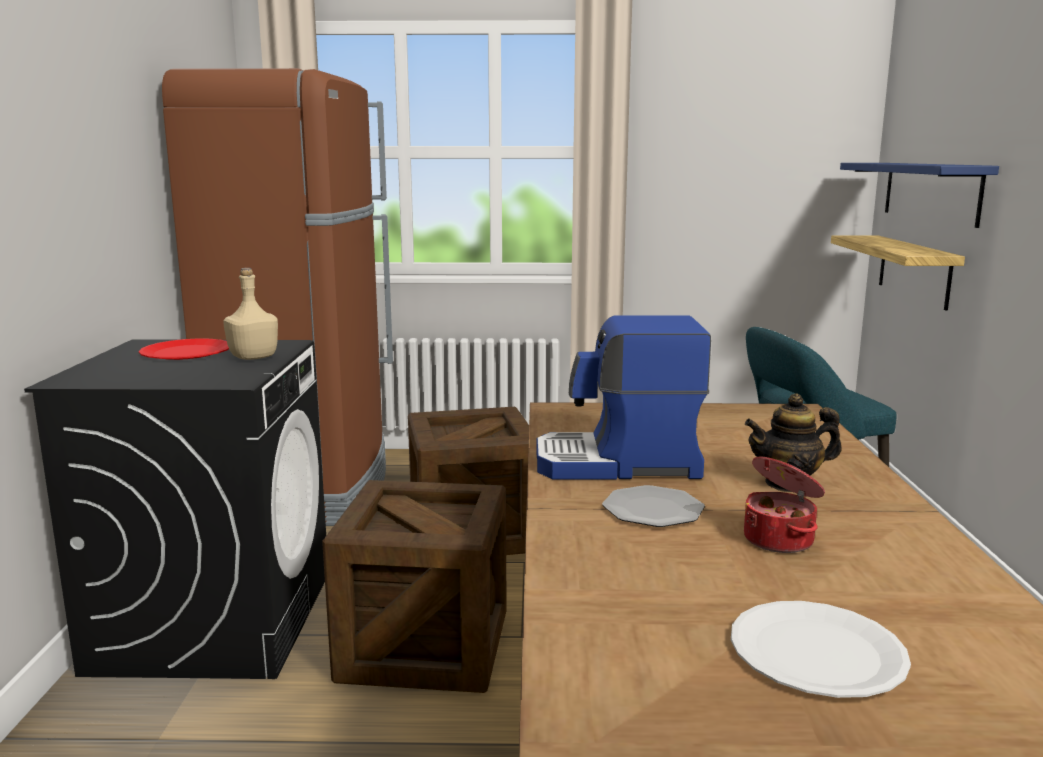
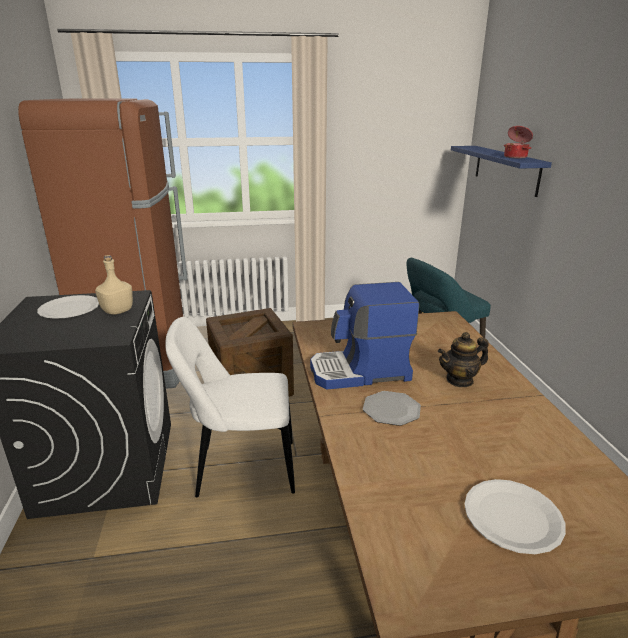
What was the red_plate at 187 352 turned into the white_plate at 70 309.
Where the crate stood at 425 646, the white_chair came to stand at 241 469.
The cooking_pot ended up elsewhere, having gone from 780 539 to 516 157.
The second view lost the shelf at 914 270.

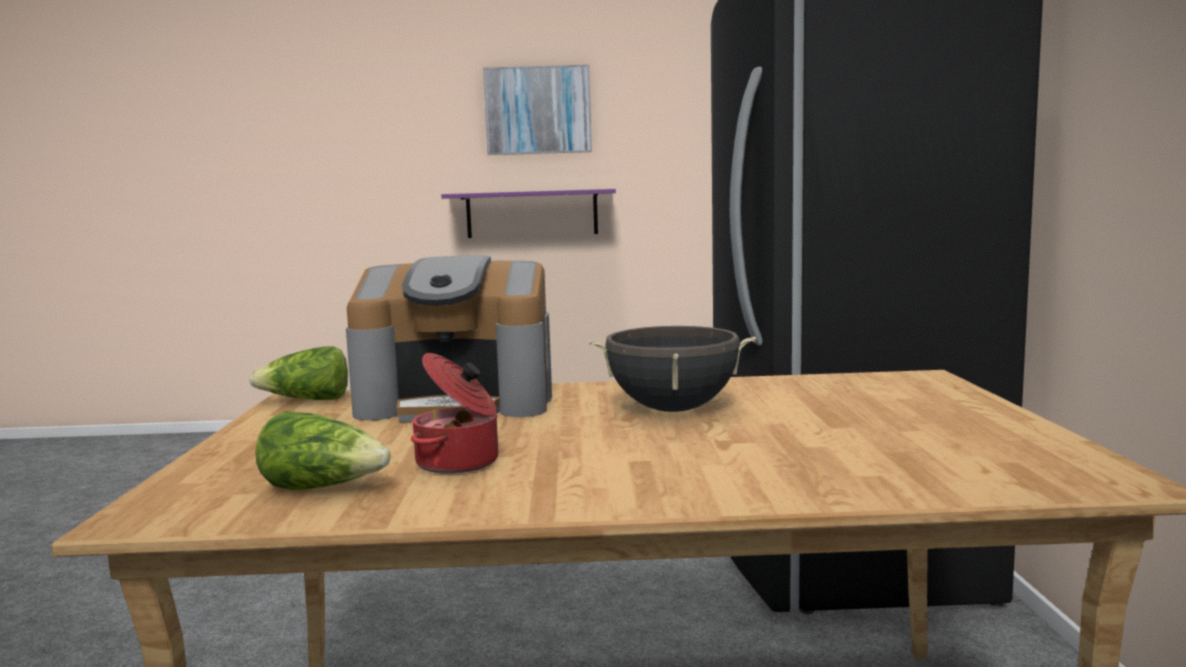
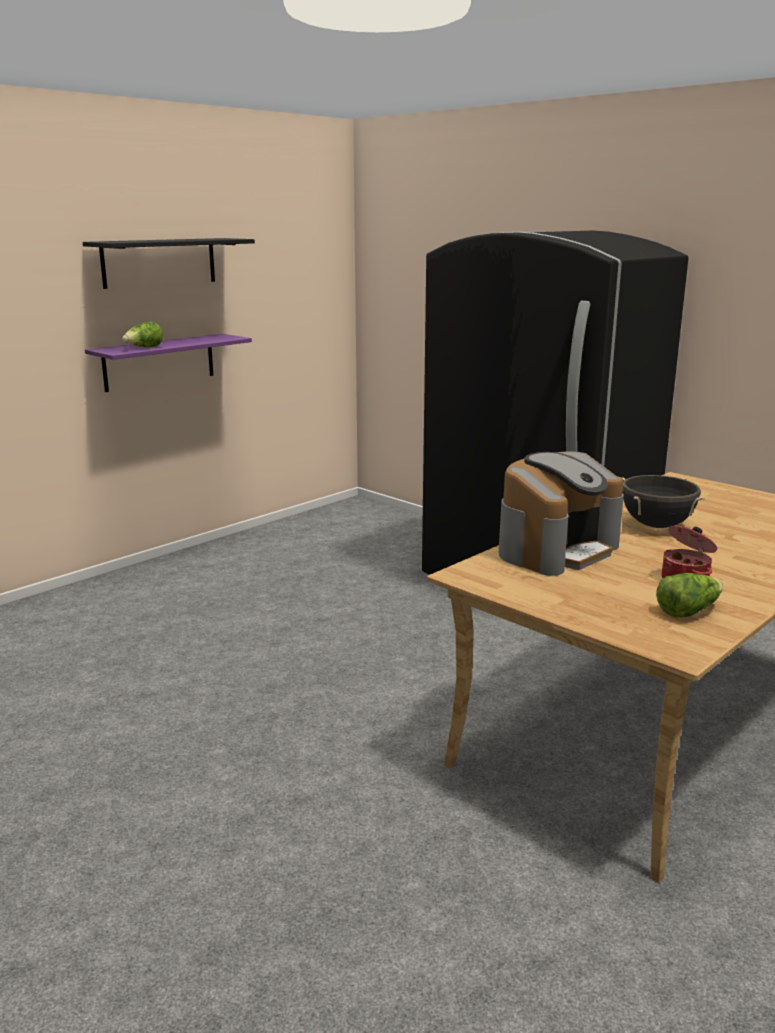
Where the picture hung at 538 110, the black_shelf came to hang at 159 262.
The lettuce ended up elsewhere, having gone from 307 401 to 144 348.

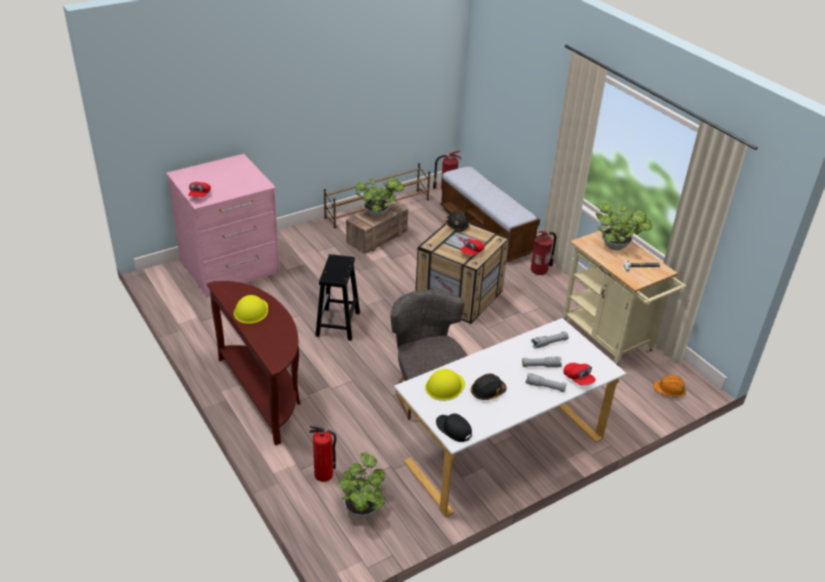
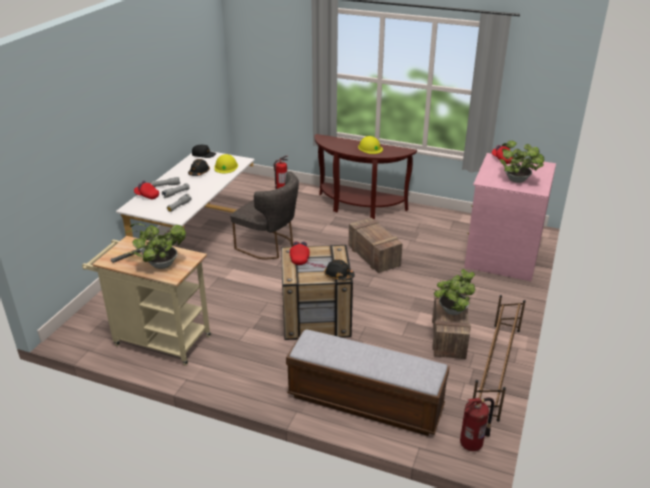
Where the black_stool stood at 338 324, the crate came to stand at 373 255.
The potted_plant ended up elsewhere, having gone from 362 507 to 518 181.
The second view lost the fire_extinguisher at 540 271.
The second view lost the orange_hard_hat at 669 390.

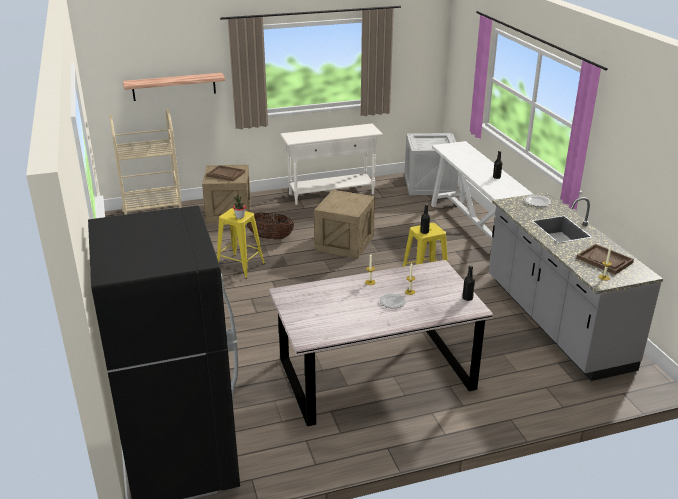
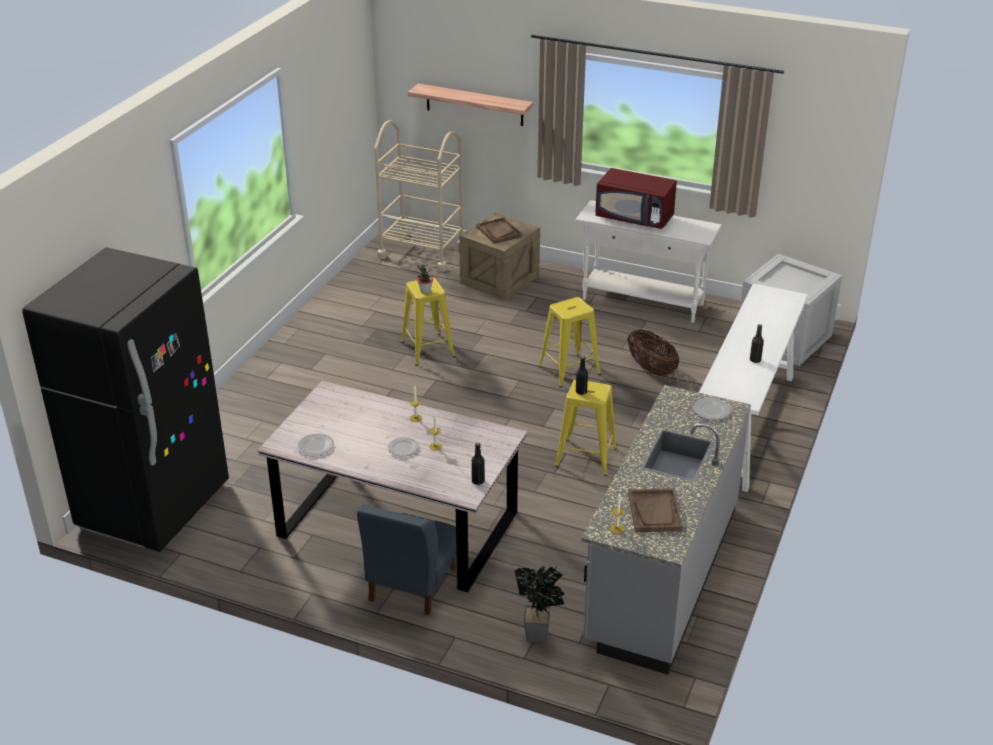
The second view gained the plate at 315 446.
The second view gained the blue_chair at 412 584.
The second view gained the potted_plant at 540 637.
Where the crate stood at 345 243, the yellow_stool came to stand at 569 370.
The second view gained the red_microwave at 635 218.
The basket ended up elsewhere, having gone from 270 238 to 651 368.

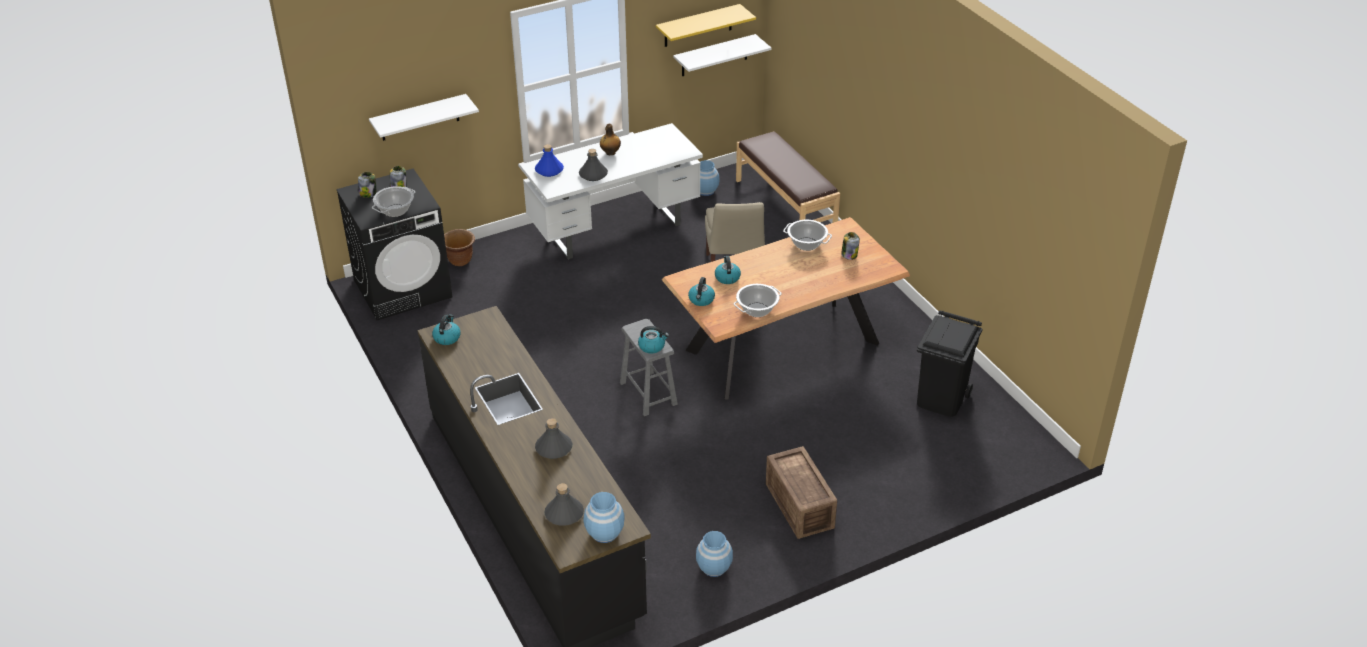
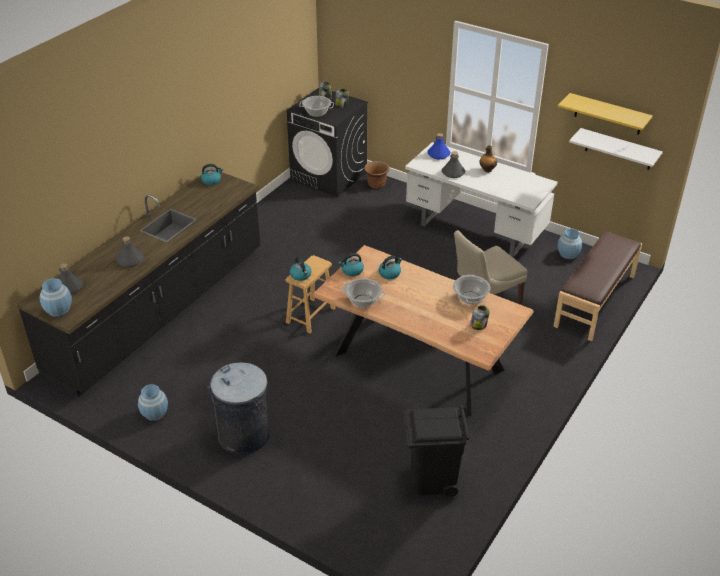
Where the crate stood at 798 507, the grey_trash_can came to stand at 243 436.
What was the grey_stool at 648 393 turned into the brown_stool at 310 315.
The second view lost the white_shelf at 419 118.

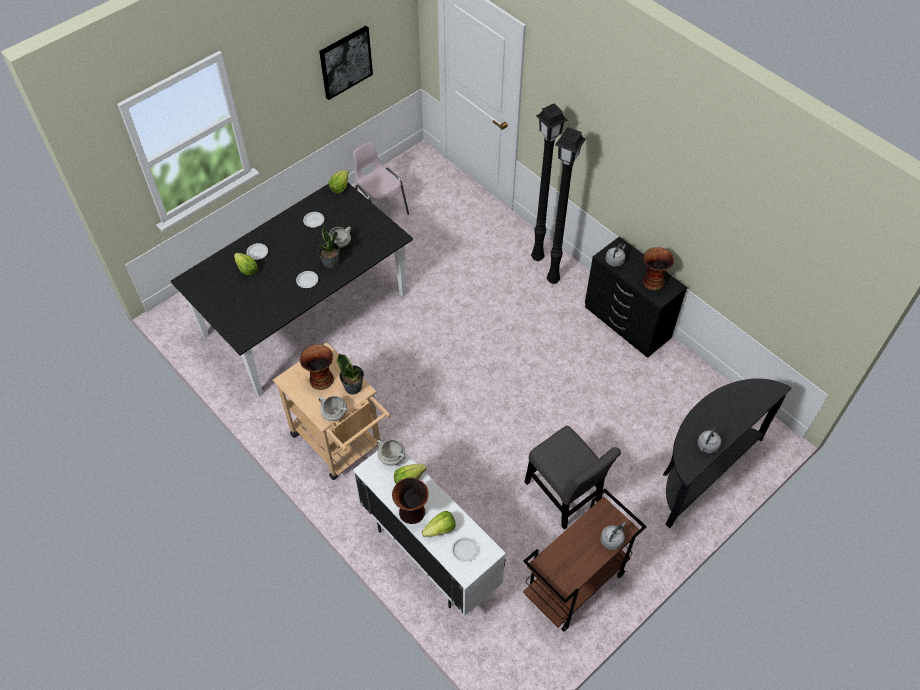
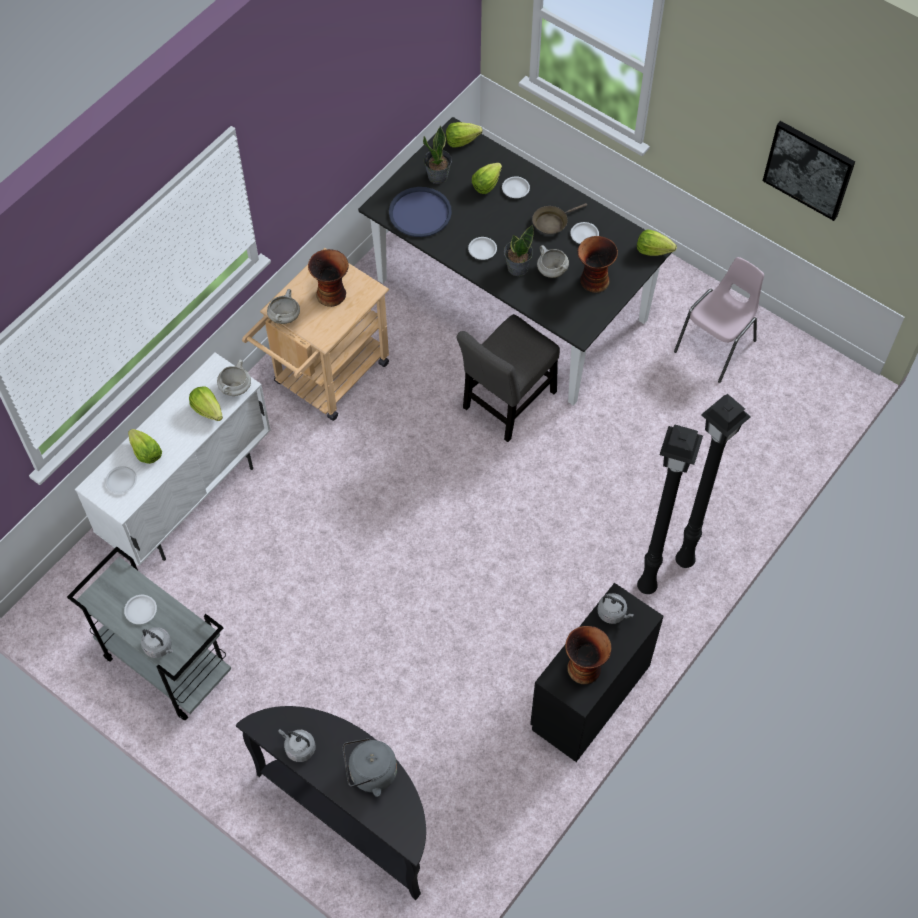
What was the brown_cart at 574 585 turned into the grey_cart at 165 664.
The second view gained the white_plate at 140 610.
The second view gained the grey_kettle at 370 774.
The second view gained the blue_tray at 420 213.
The potted_plant ended up elsewhere, having gone from 353 386 to 438 176.
The second view gained the lettuce at 461 141.
The grey_chair ended up elsewhere, having gone from 564 495 to 507 404.
The second view gained the brown_frying_pan at 552 222.
The vase ended up elsewhere, having gone from 412 513 to 593 281.

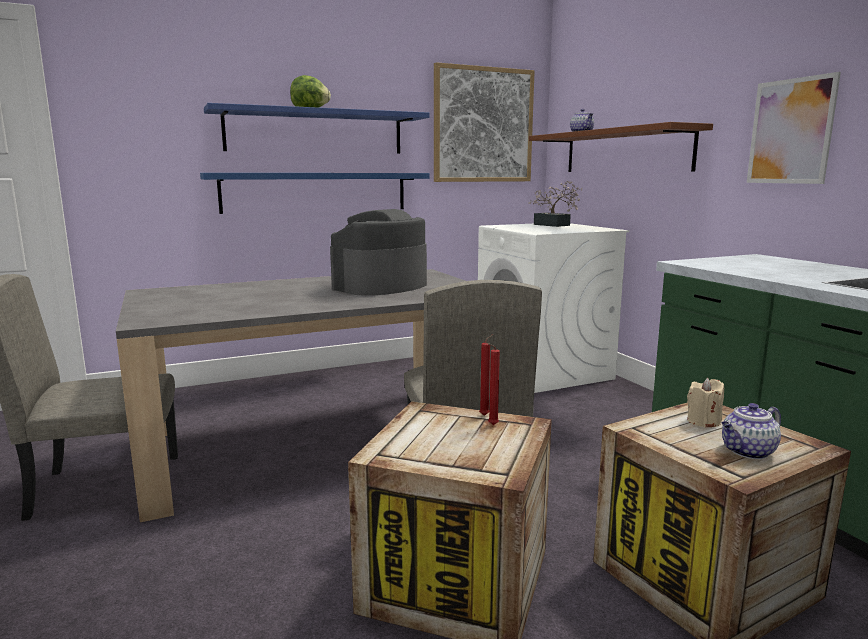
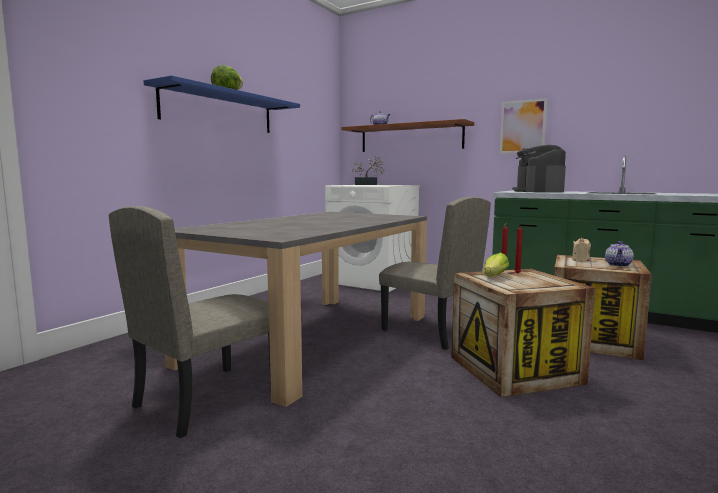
The second view gained the lettuce at 493 277.
The coffee_machine ended up elsewhere, having gone from 380 286 to 538 191.
The second view lost the blue_shelf at 316 192.
The second view lost the picture at 483 125.

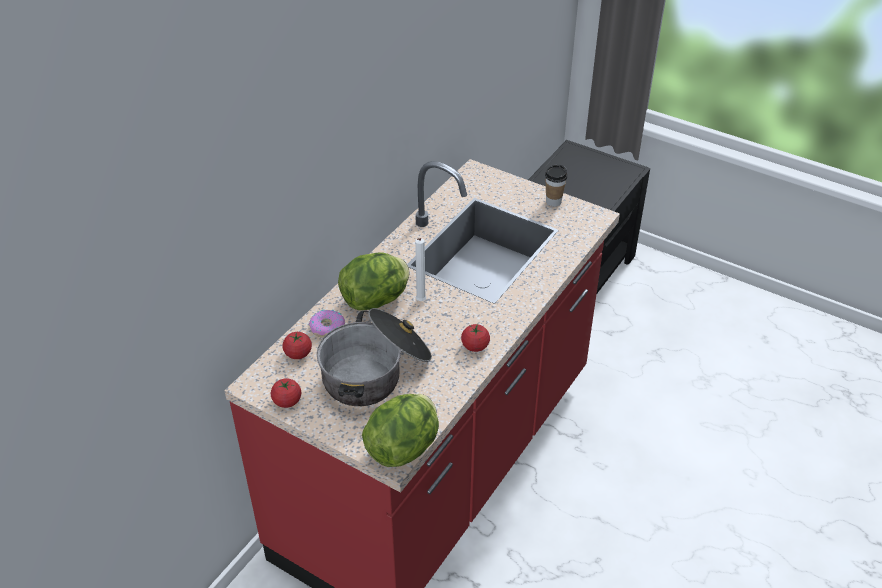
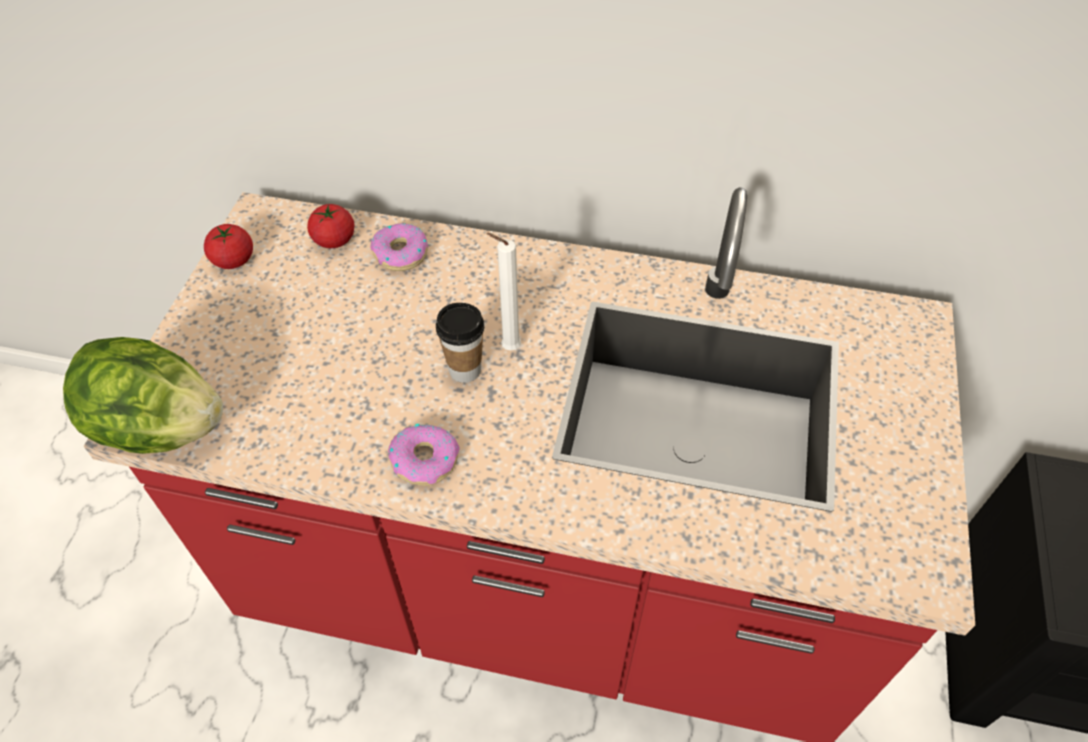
Where the tomato stood at 475 346, the donut came to stand at 424 459.
The cup ended up elsewhere, having gone from 553 202 to 465 370.
The second view lost the cooking_pot at 376 372.
The second view lost the lettuce at 376 300.

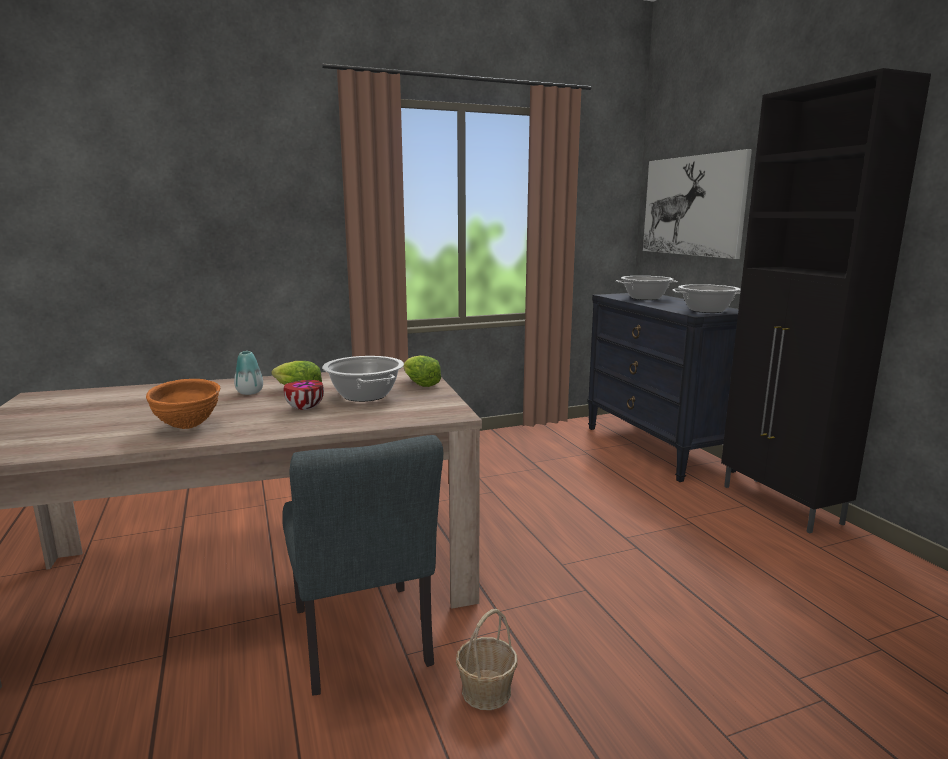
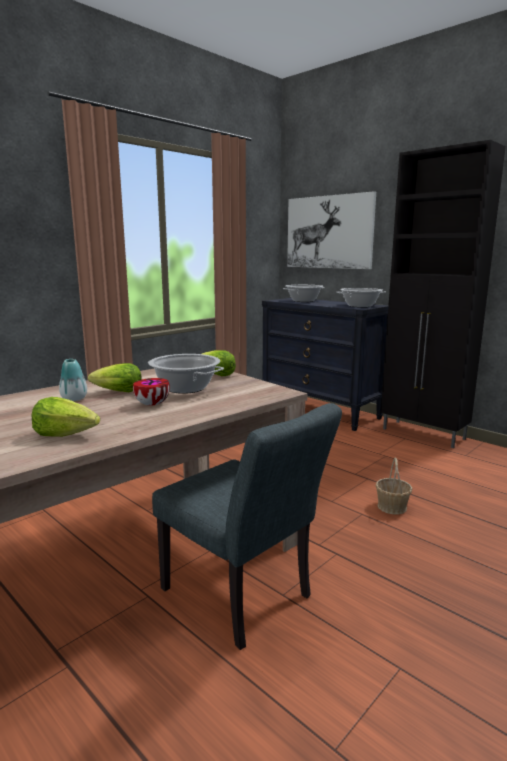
Where the orange_bowl stood at 187 427, the lettuce came to stand at 66 434.
The basket ended up elsewhere, having gone from 486 691 to 391 507.

